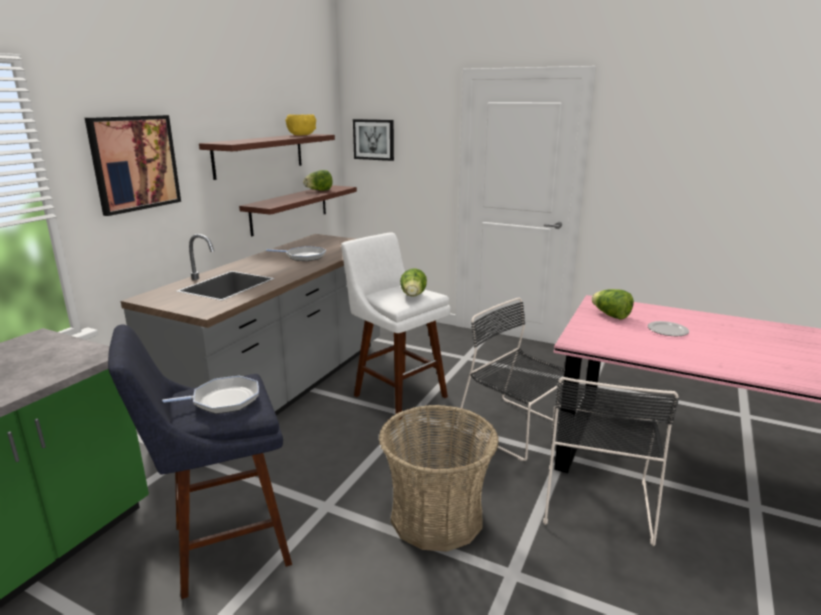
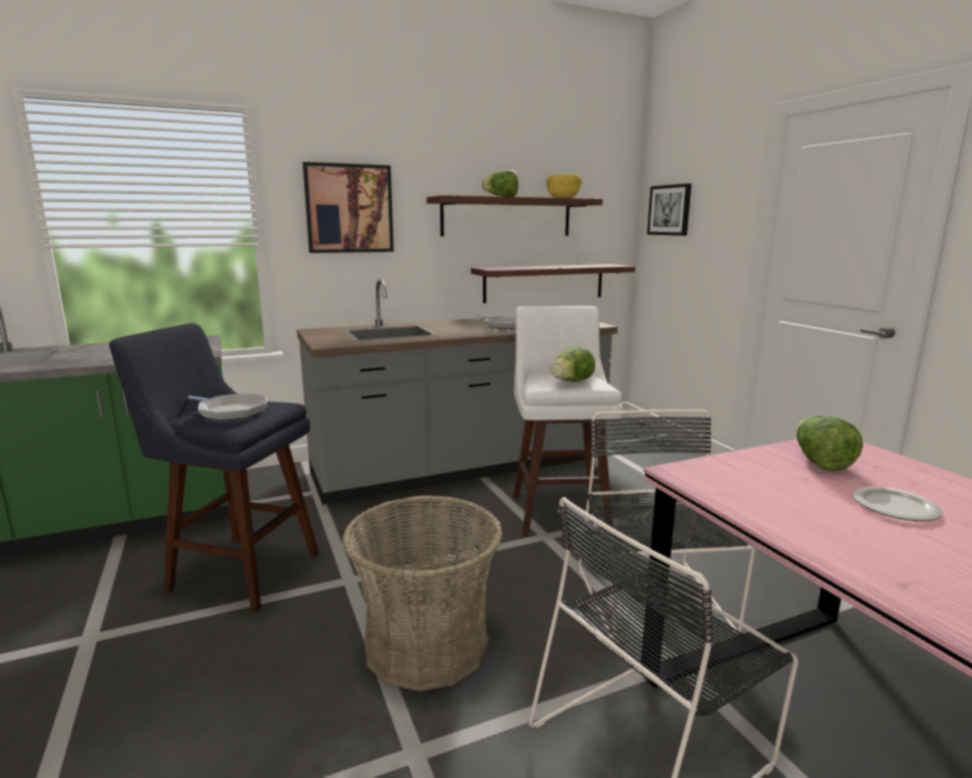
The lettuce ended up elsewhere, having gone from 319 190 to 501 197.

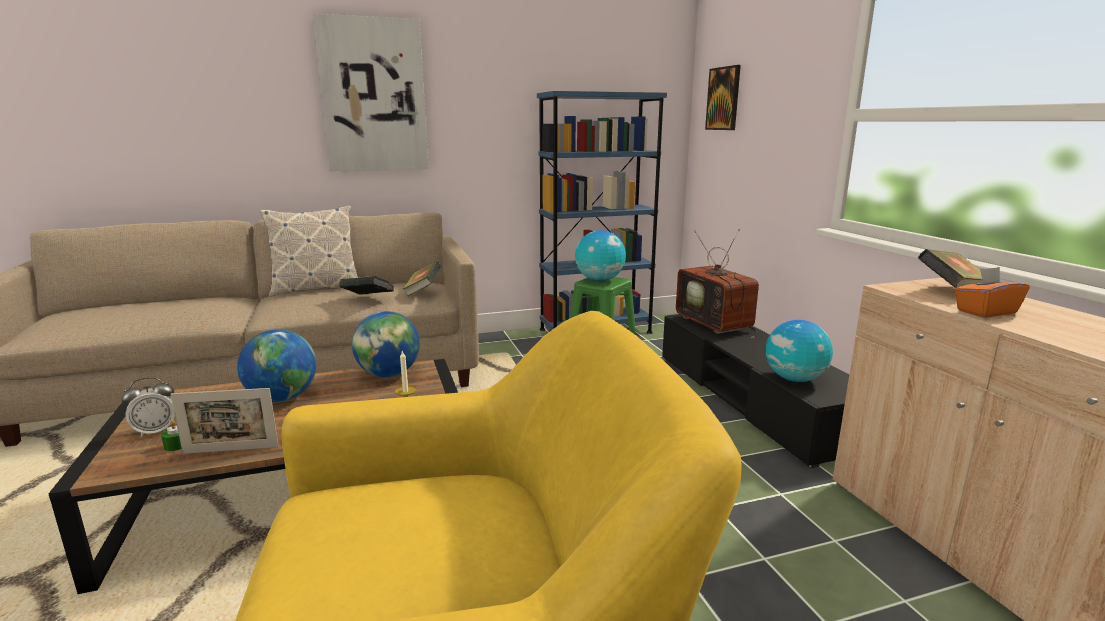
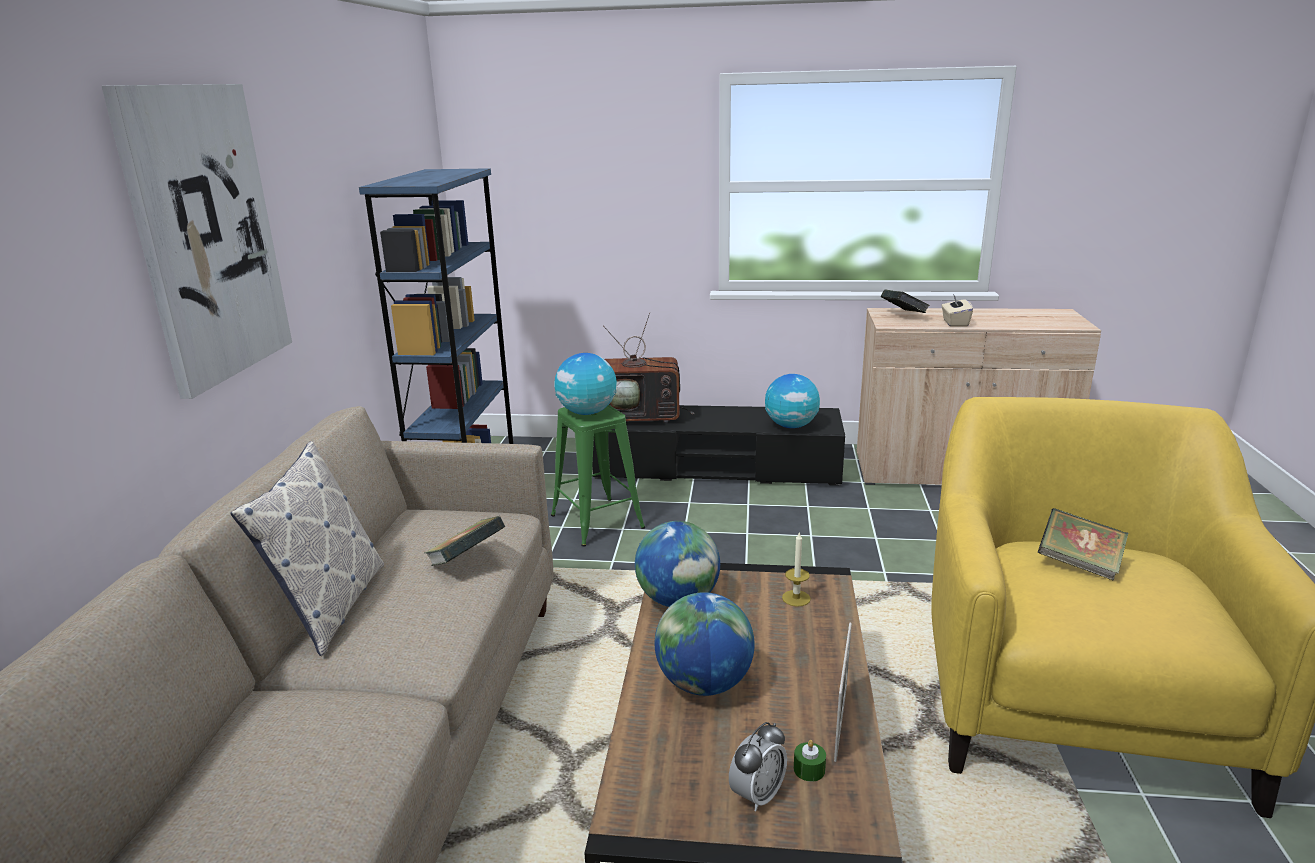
The alarm_clock at 156 431 ended up facing another way, 45 degrees clockwise from before.
What was the orange_tissue_box at 985 312 turned into the beige_tissue_box at 954 323.
The book ended up elsewhere, having gone from 423 291 to 1078 564.
The second view lost the picture at 723 98.

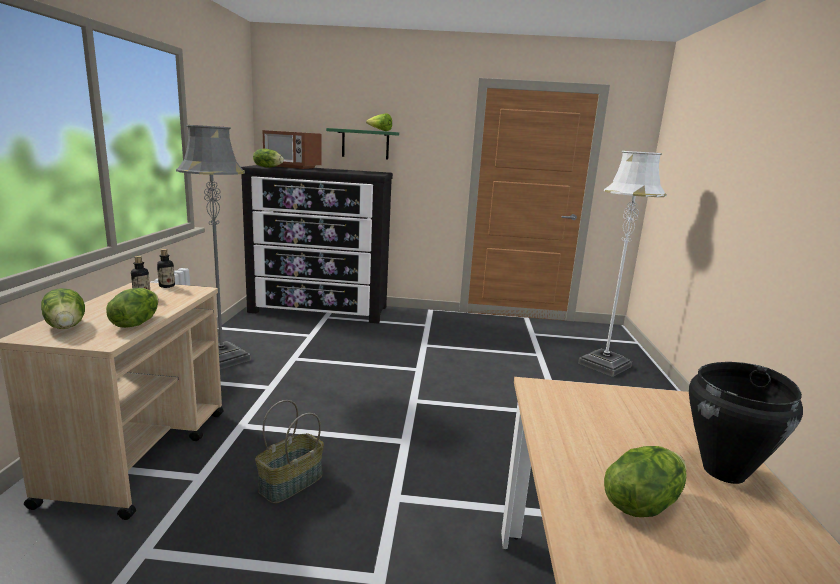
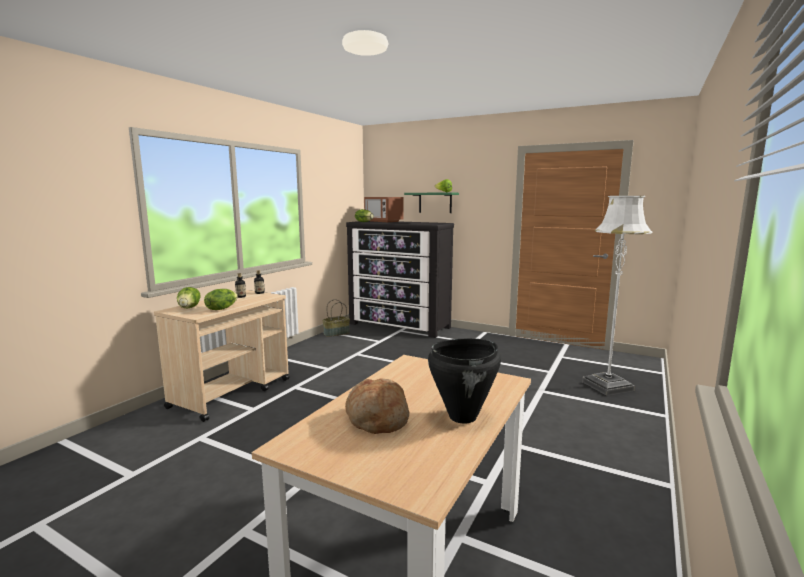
The basket ended up elsewhere, having gone from 291 484 to 336 333.
Where the lettuce stood at 641 503, the bread came to stand at 377 419.
The second view lost the grey_floor_lamp at 222 359.

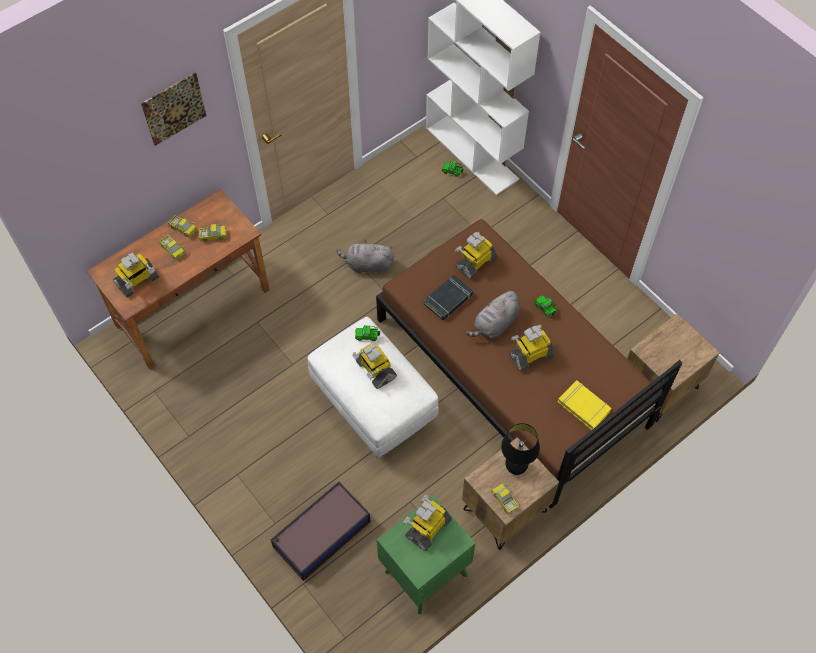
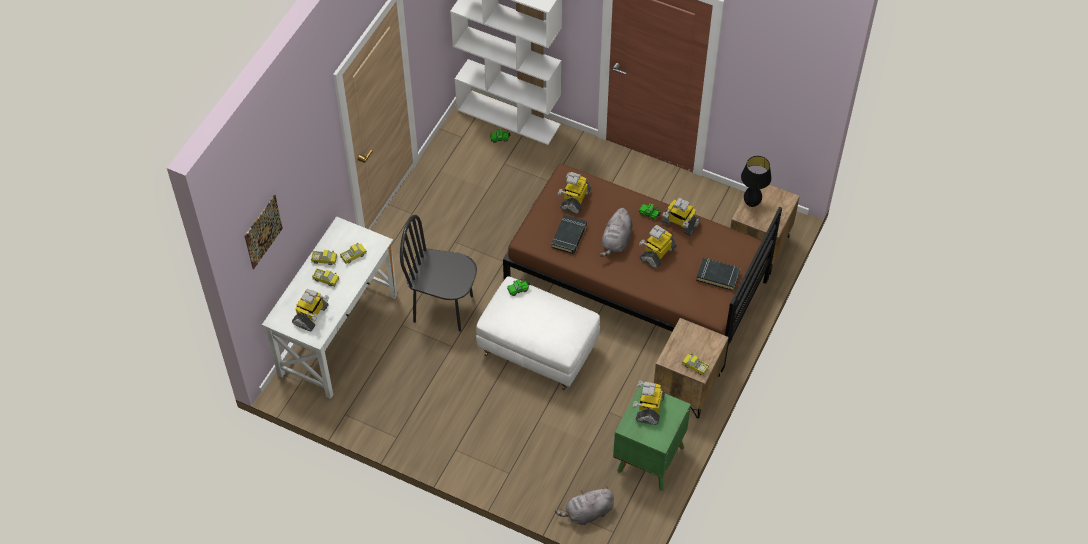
The picture ended up elsewhere, having gone from 174 109 to 263 231.
What was the brown_desk at 193 307 turned into the white_desk at 338 334.
The second view gained the black_chair at 443 308.
The grey_plush_toy ended up elsewhere, having gone from 367 265 to 587 513.
The toy_robot ended up elsewhere, having gone from 375 370 to 680 223.
What was the yellow_book at 584 406 turned into the black_book at 718 276.
The black_table_lamp ended up elsewhere, having gone from 515 468 to 751 203.
The second view lost the storage_box at 320 535.

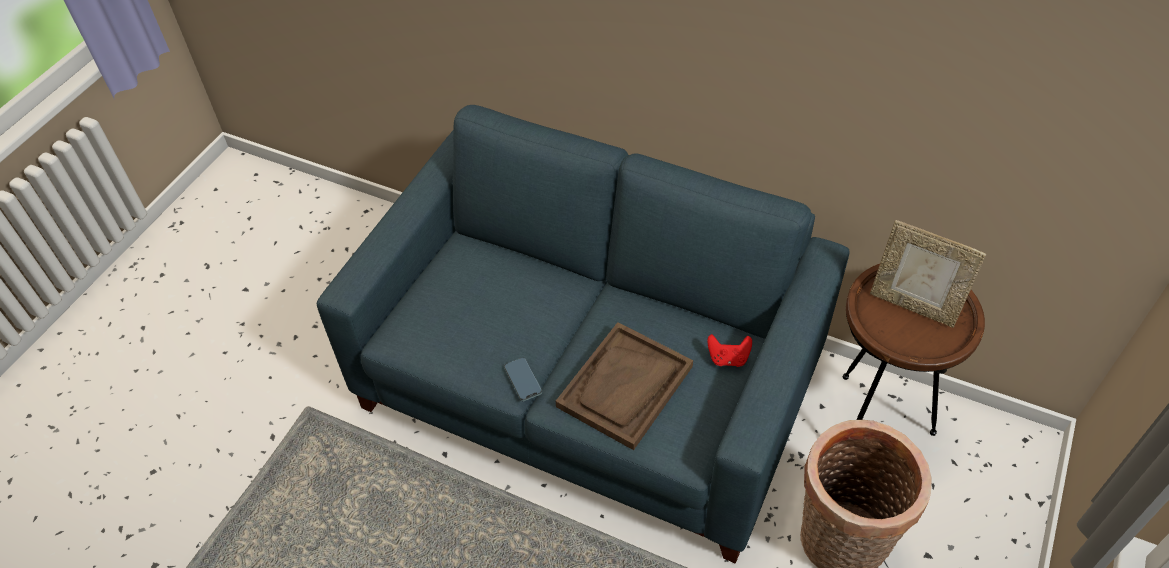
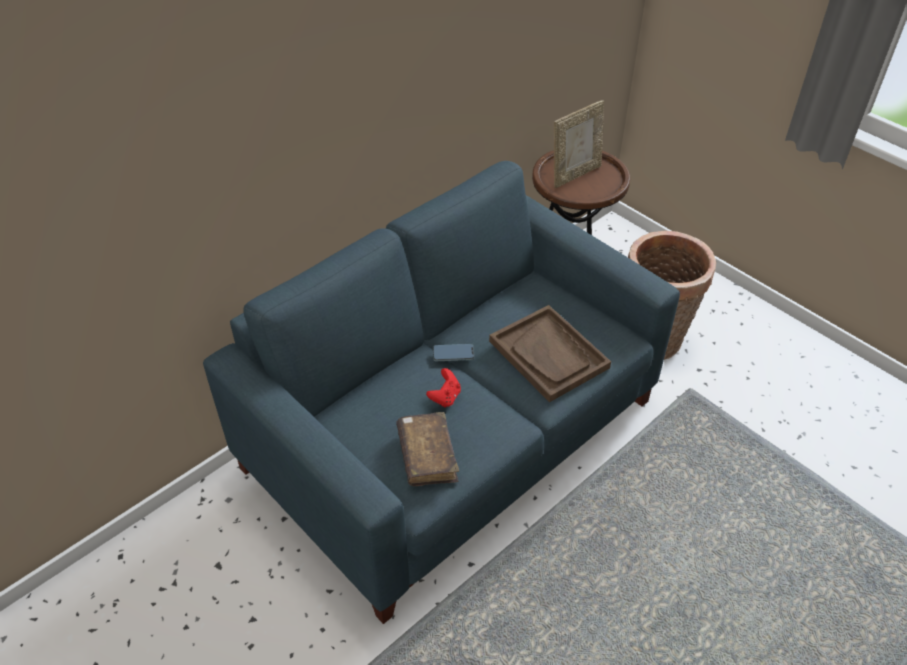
The second view gained the brown_book at 427 455.
The red_game_controller ended up elsewhere, having gone from 728 358 to 445 397.
The phone ended up elsewhere, having gone from 523 380 to 453 354.

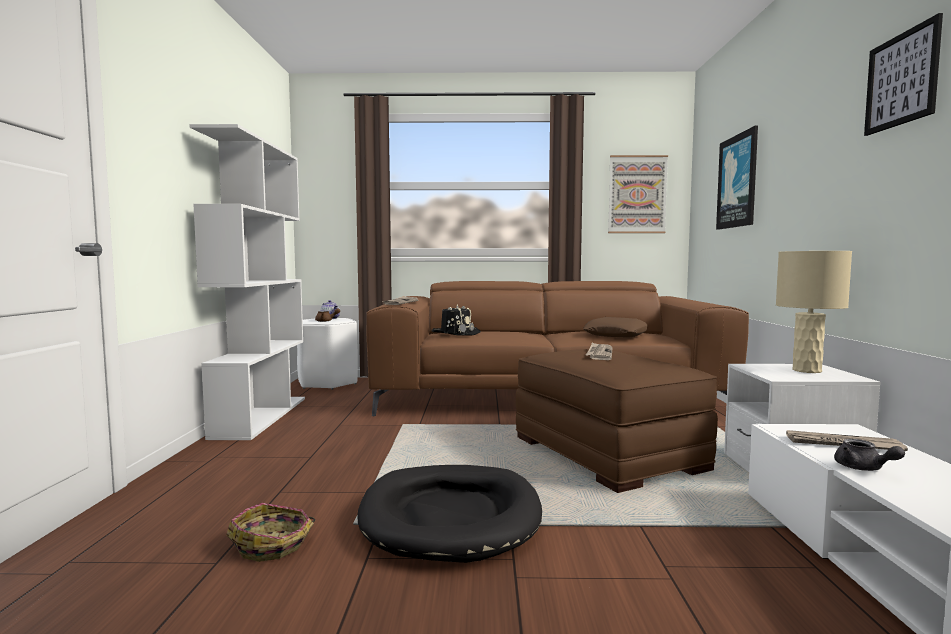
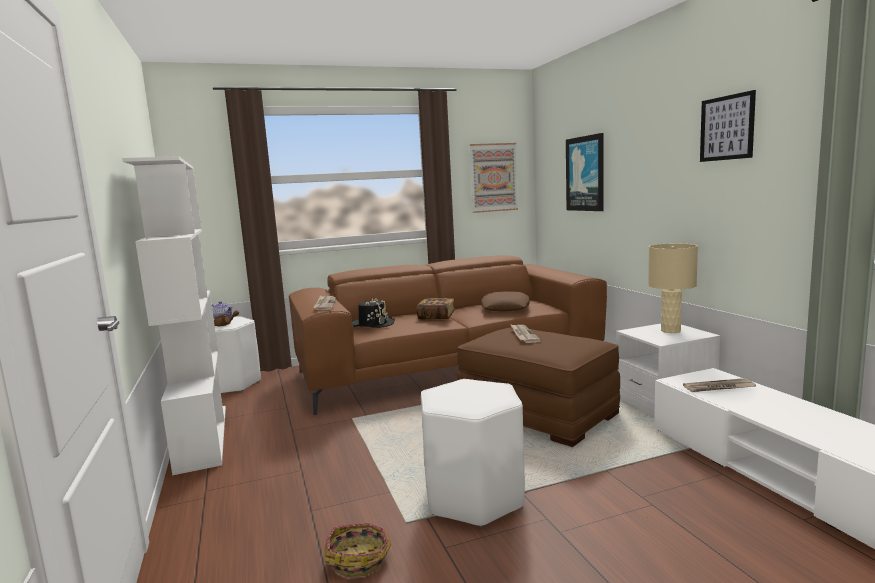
The second view gained the book at 436 317.
Where the black_dog_bed stood at 450 517, the white_stool came to stand at 474 497.
The second view lost the grey_teapot at 863 468.

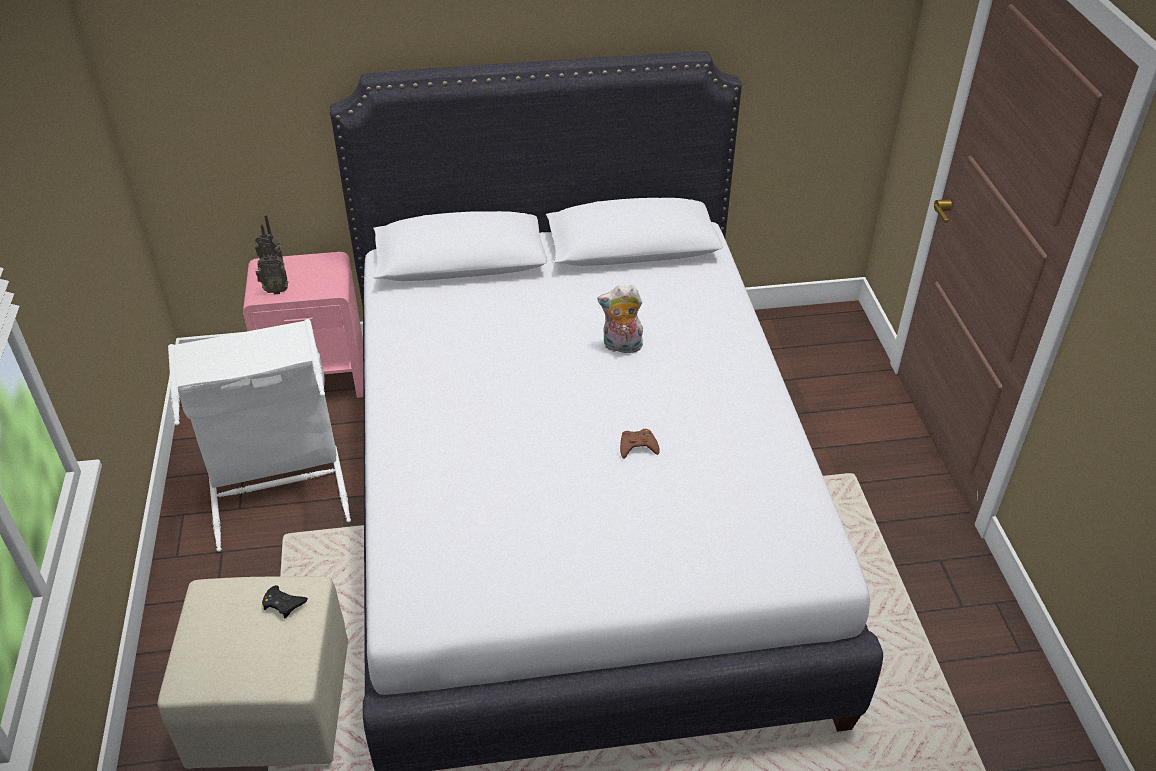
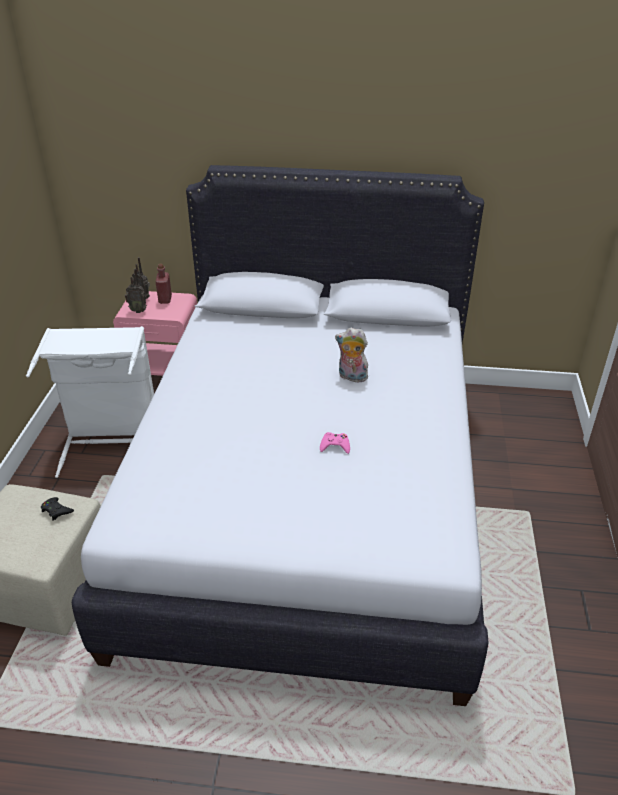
The second view gained the red_bottle at 165 299.
What was the brown_game_controller at 637 447 turned into the pink_game_controller at 335 446.

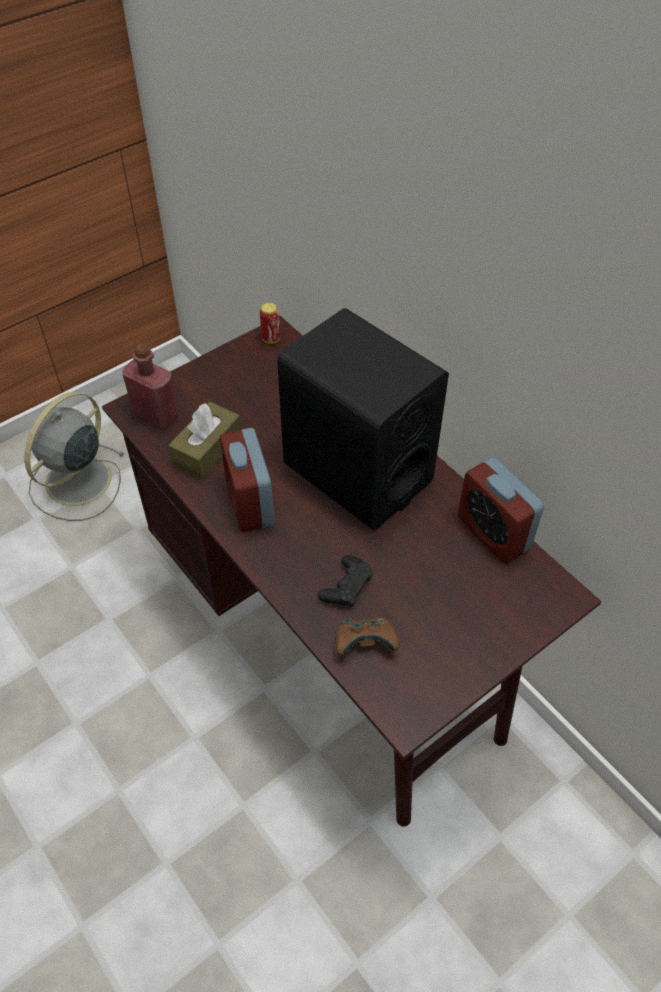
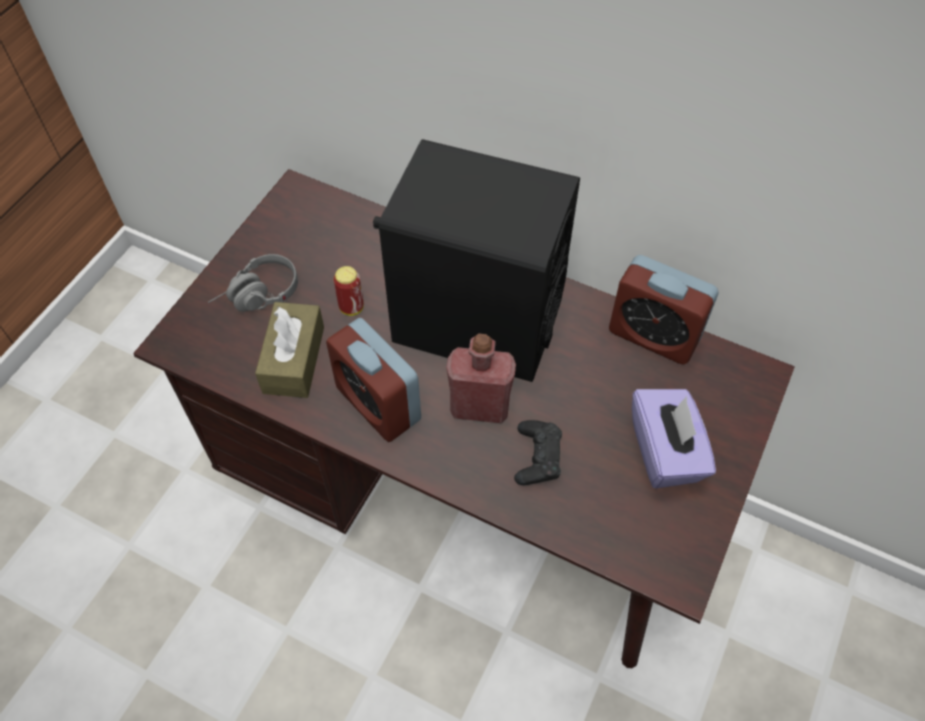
The second view gained the grey_headphones at 257 297.
The can ended up elsewhere, having gone from 271 339 to 351 307.
The red_bottle ended up elsewhere, having gone from 156 415 to 479 407.
The second view gained the purple_tissue_box at 666 452.
The second view lost the grey_fan at 76 482.
The second view lost the brown_game_controller at 365 643.

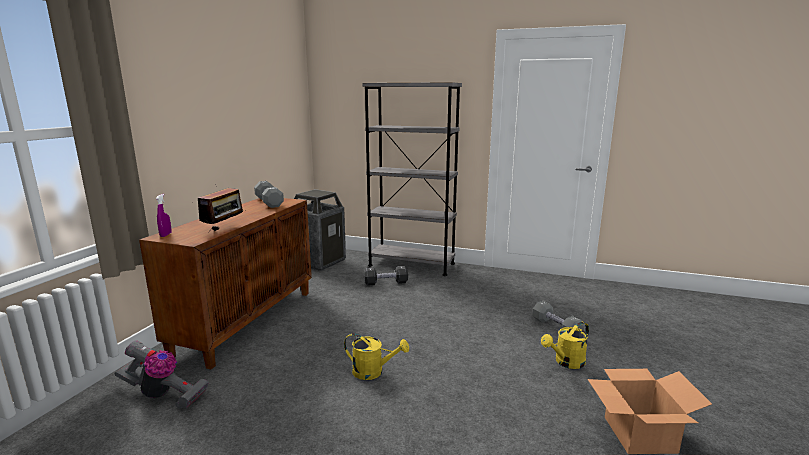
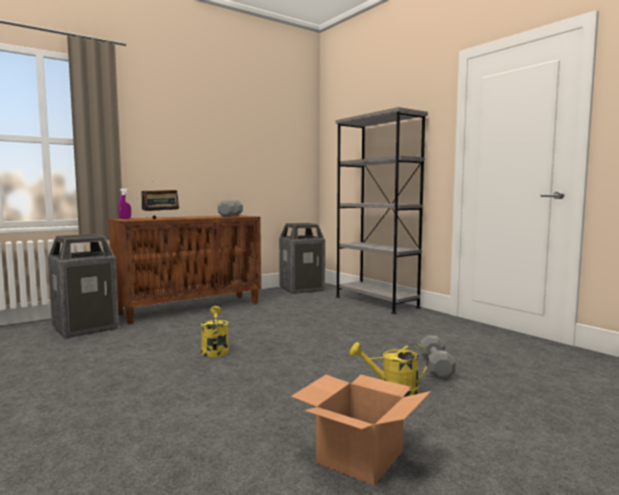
Where the vacuum_cleaner stood at 163 395, the trash_can came to stand at 86 328.
The yellow_watering_can at 373 372 ended up facing another way, 150 degrees counterclockwise from before.
The second view lost the black_dumbbell at 386 283.

